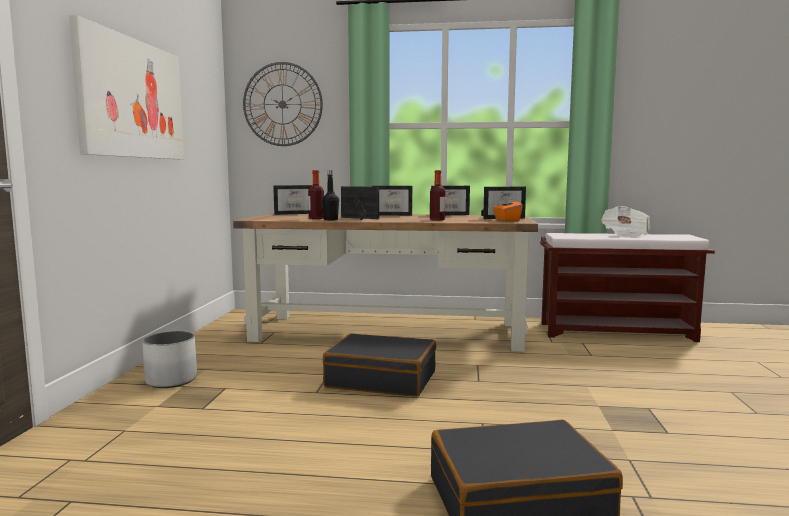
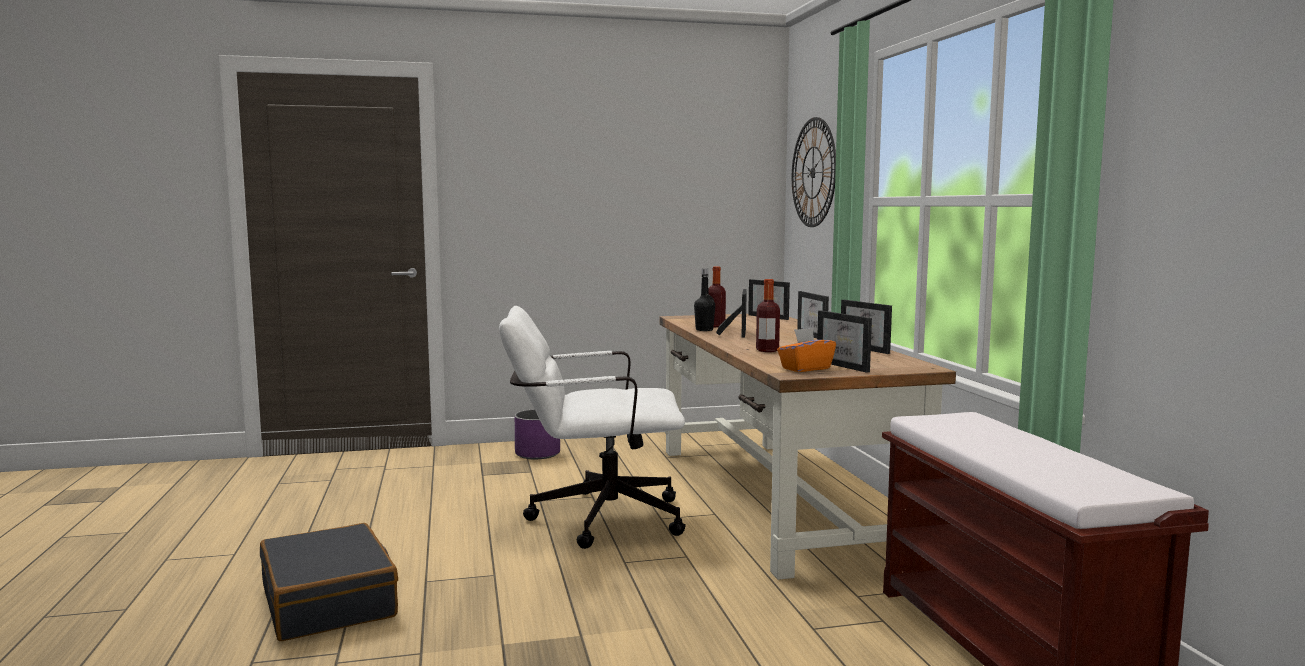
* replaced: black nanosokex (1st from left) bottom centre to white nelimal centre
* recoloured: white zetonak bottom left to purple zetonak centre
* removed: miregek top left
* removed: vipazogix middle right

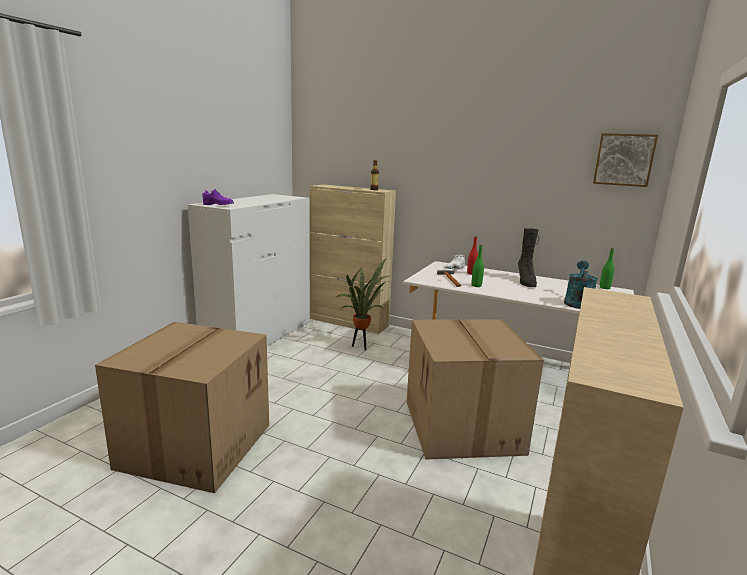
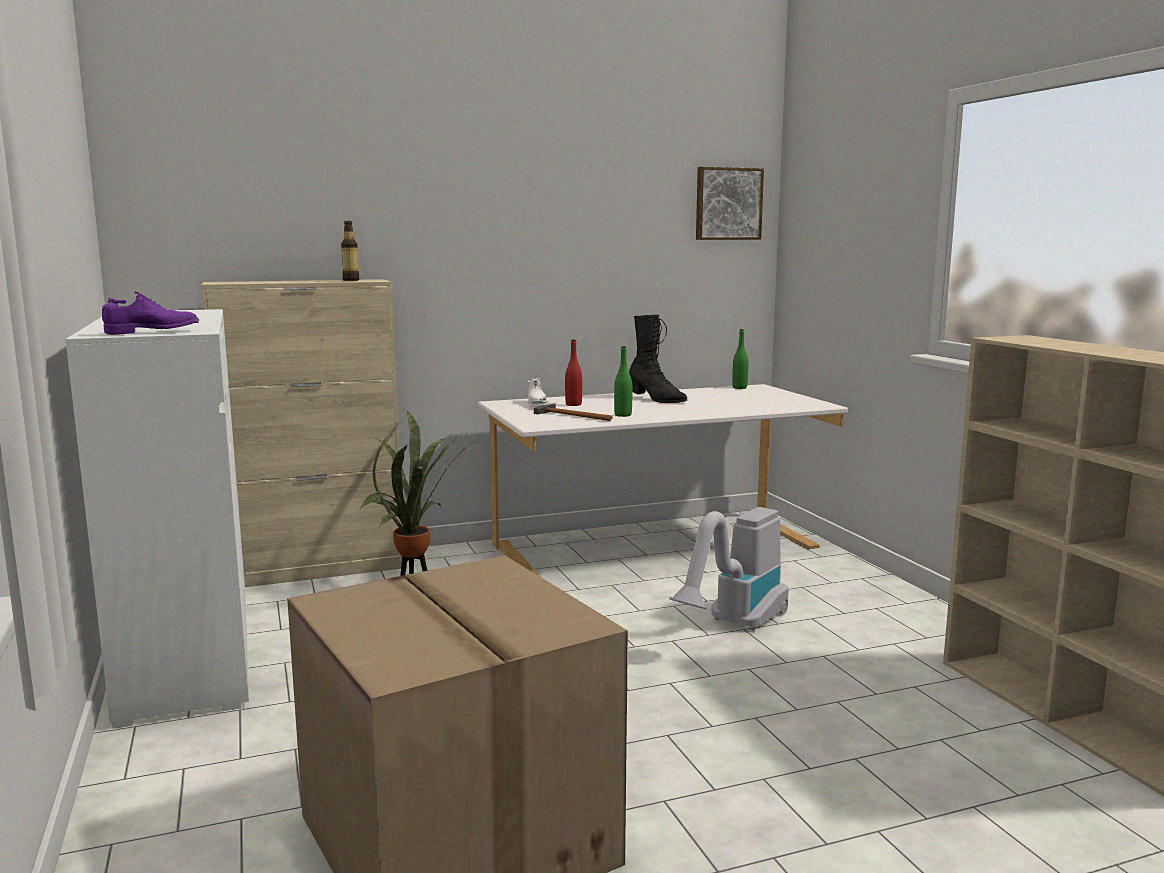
* replaced: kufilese (2nd from left) bottom centre to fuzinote centre
* removed: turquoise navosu middle right

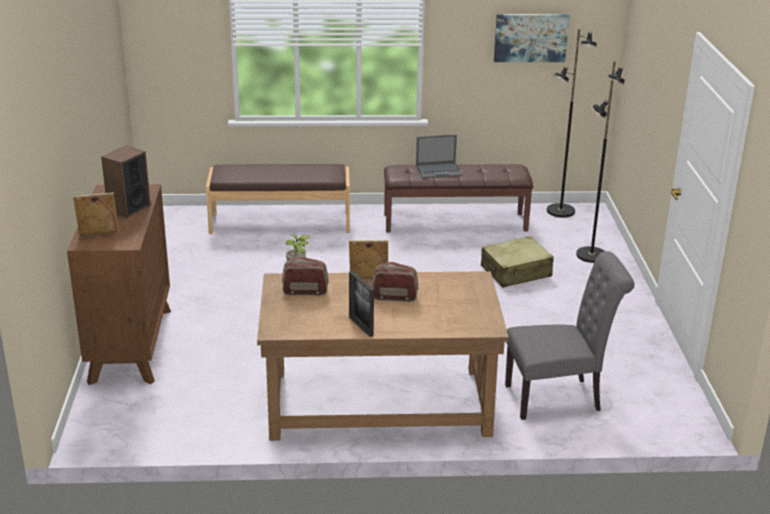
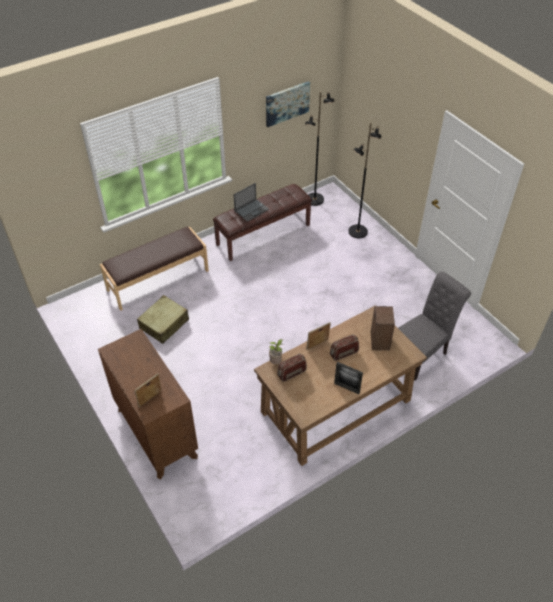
* moved: beige nanosokex middle right to middle left
* moved: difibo middle left to middle right

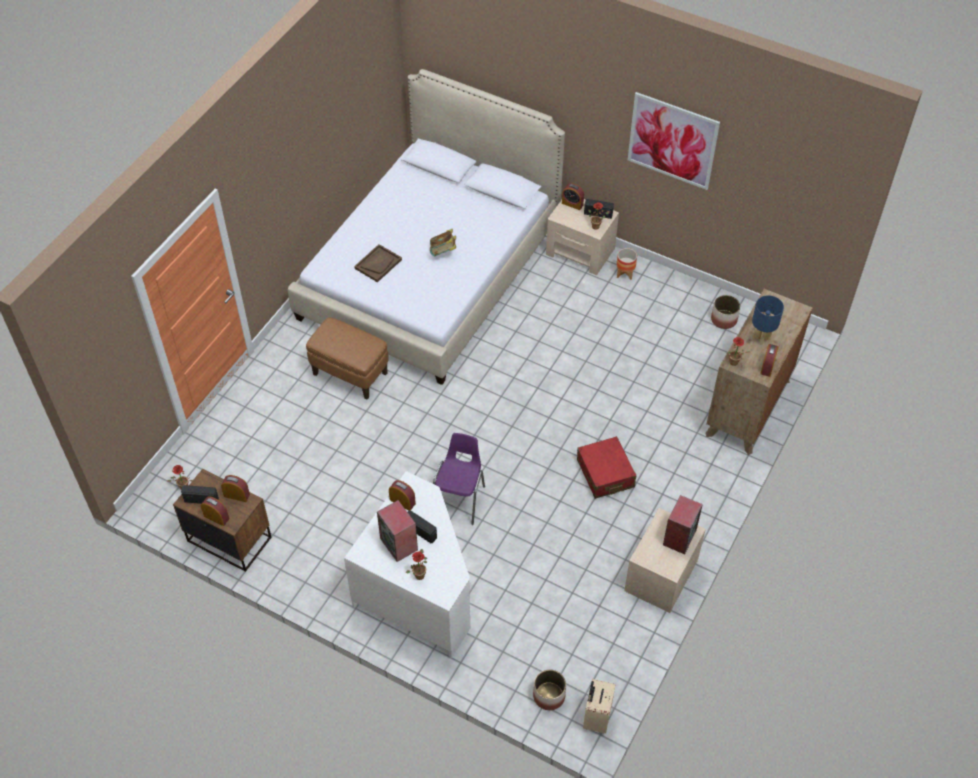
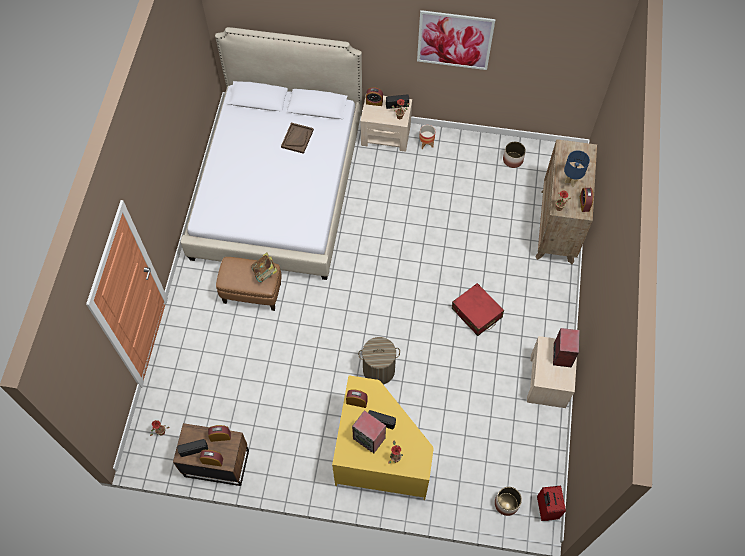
* moved: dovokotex top centre to centre
* moved: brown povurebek centre to top centre
* recoloured: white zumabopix bottom centre to yellow zumabopix bottom centre
* replaced: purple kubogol centre to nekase centre
* recoloured: beige nanosokex bottom centre to red nanosokex (2nd from left) bottom right

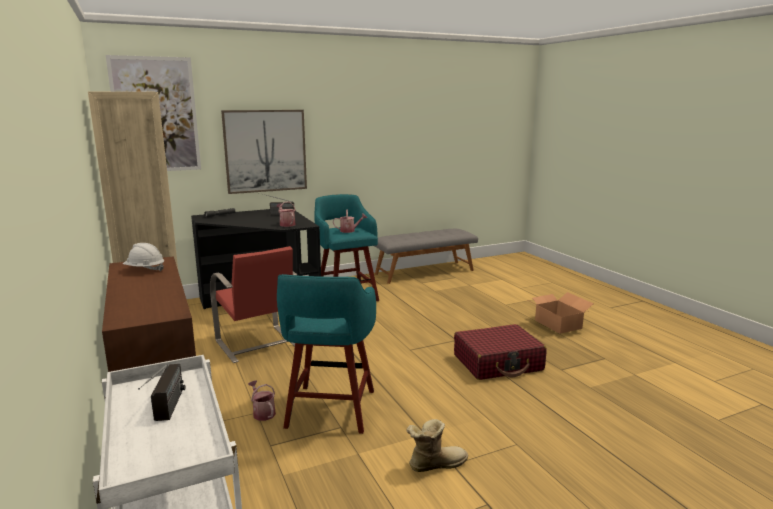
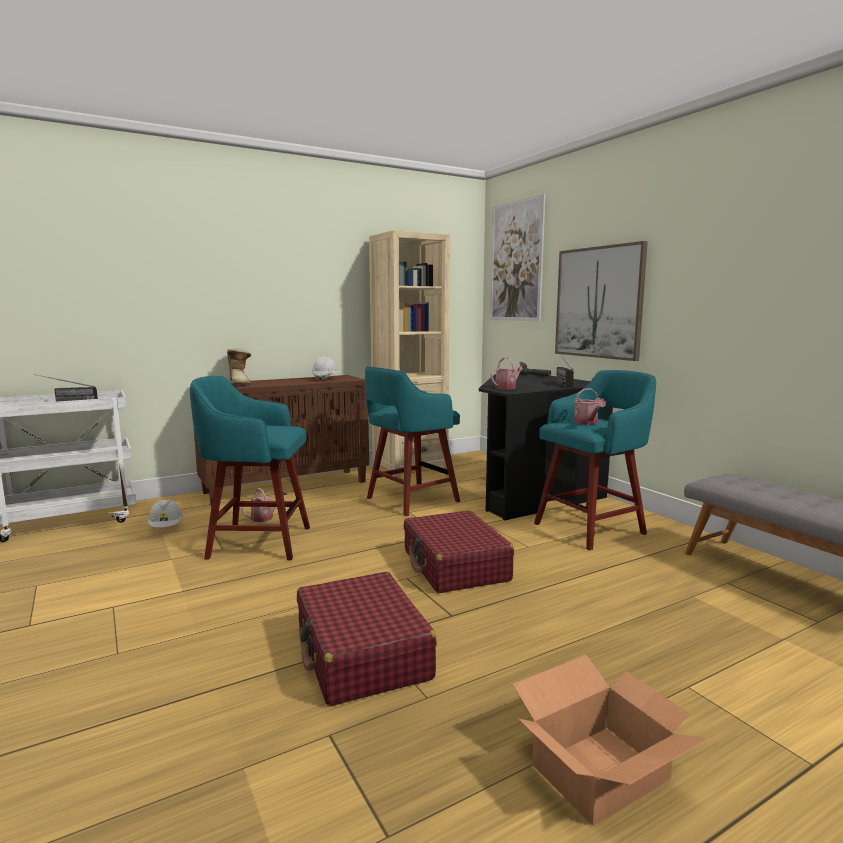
* added: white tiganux (1st from left) middle left
* moved: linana bottom centre to middle left
* replaced: red kubogol middle left to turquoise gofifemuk (2nd from left) centre
* added: red nanosokex (2nd from left) centre

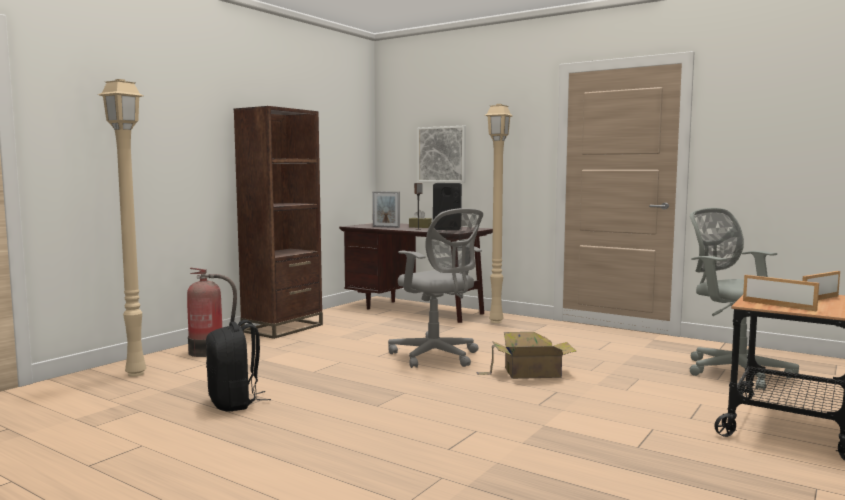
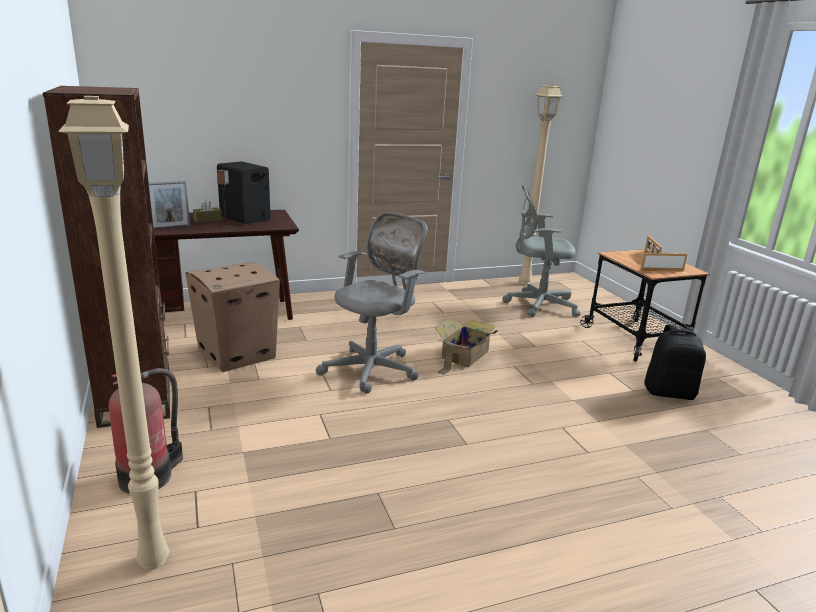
* added: kufilese (1st from left) middle left
* turned: grey nelimal (1st from left) centre = centre 45 degrees counterclockwise
* moved: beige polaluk (2nd from left) centre to top centre
* moved: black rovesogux bottom left to middle right
* removed: miregek top centre

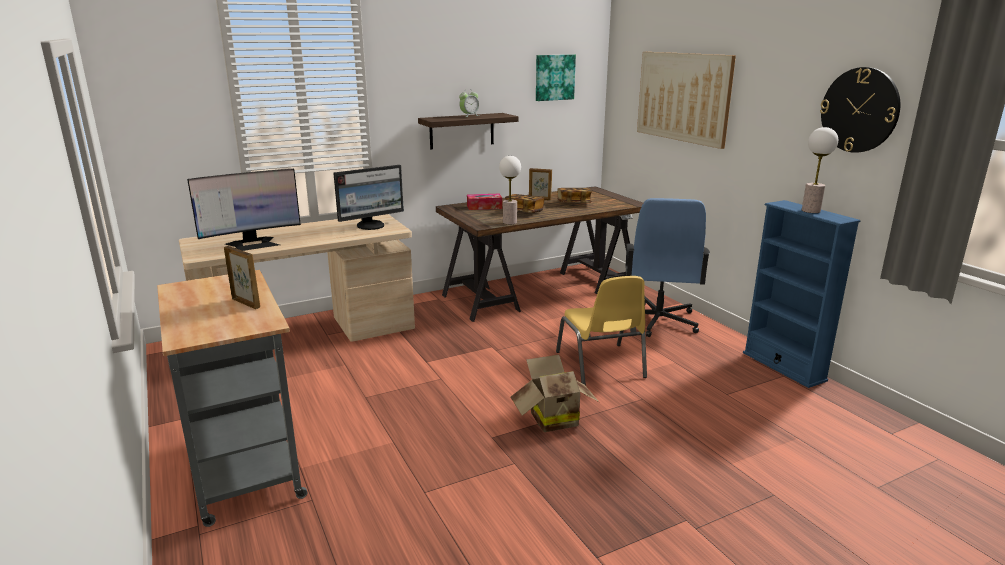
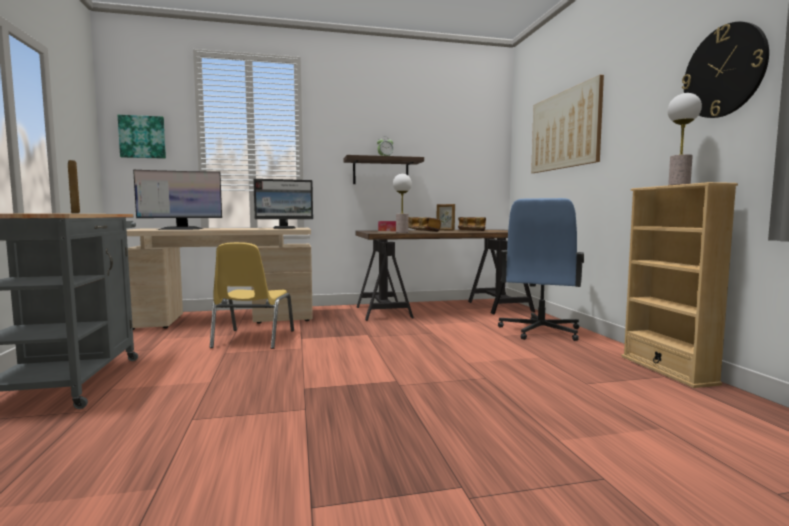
* moved: miregek (1st from left) top centre to top left
* moved: yellow kubogol centre to middle left
* recoloured: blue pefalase middle right to beige pefalase middle right
* removed: kufilese bottom centre

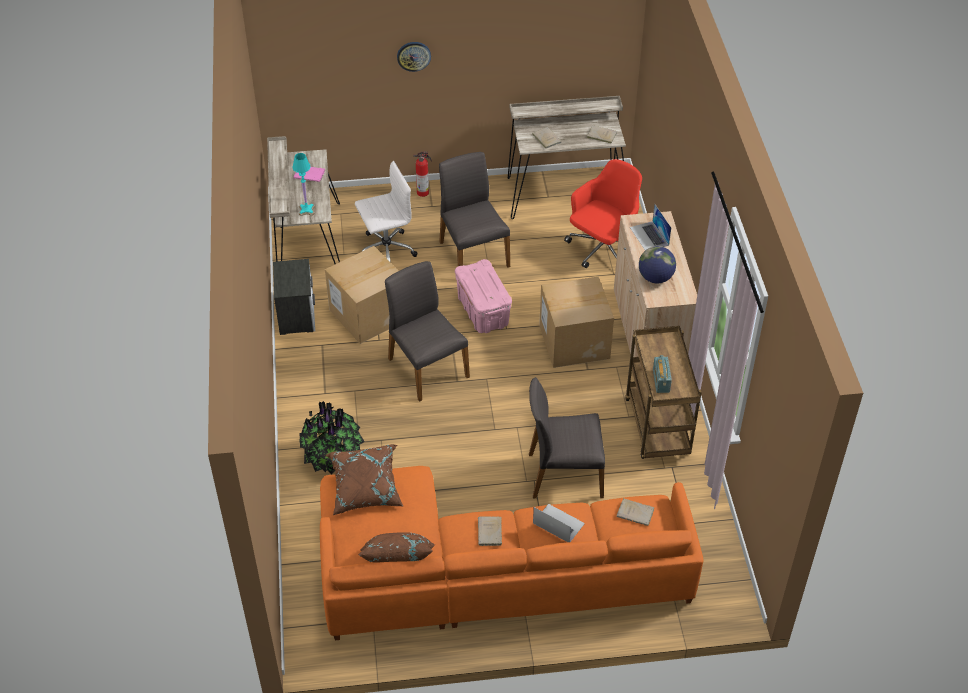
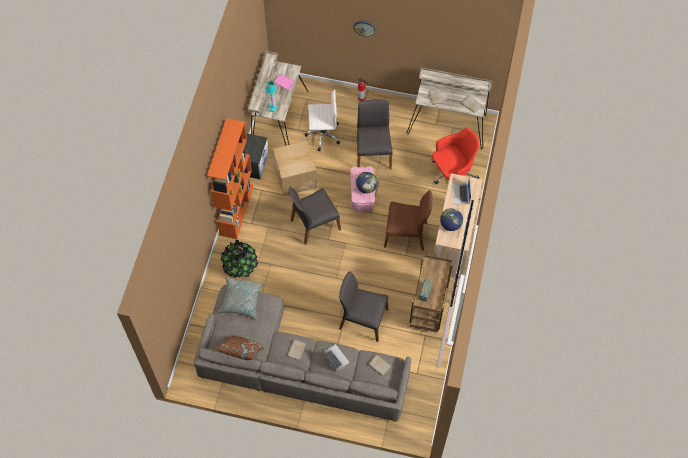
* recoloured: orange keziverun bottom centre to grey keziverun bottom centre
* added: orange pefalase centre
* recoloured: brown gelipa (1st from left) bottom centre to grey gelipa centre
* turned: grey kubogol (1st from left) centre = centre 105 degrees counterclockwise
* added: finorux (1st from left) centre
* replaced: kufilese (2nd from left) centre to brown kubogol centre

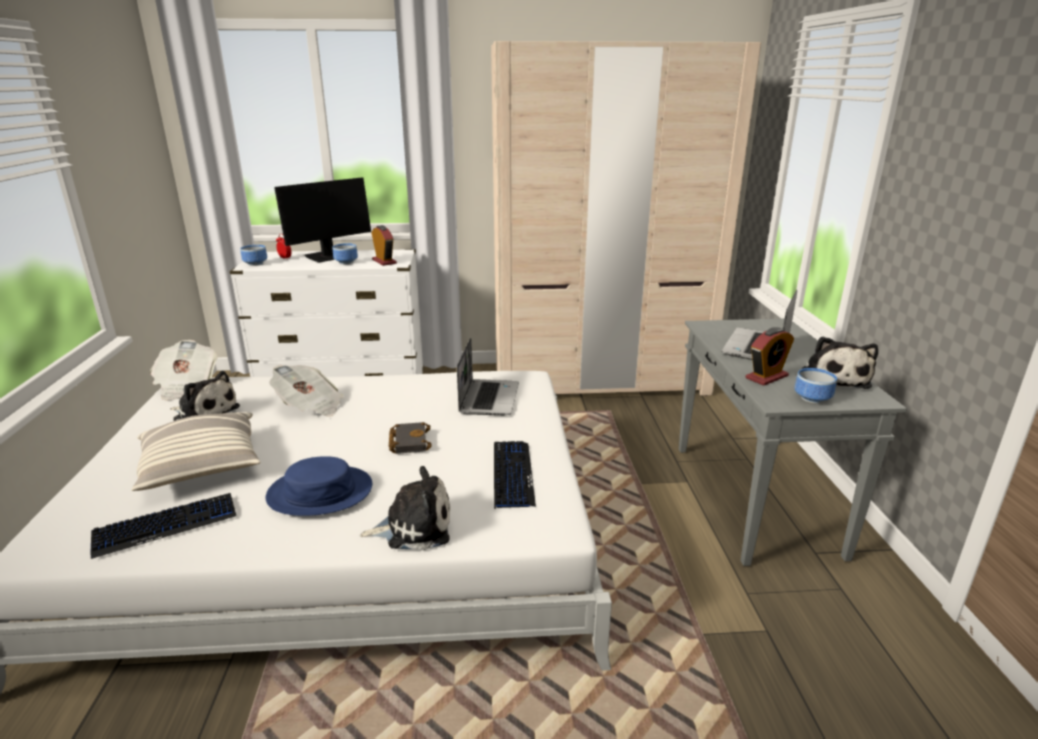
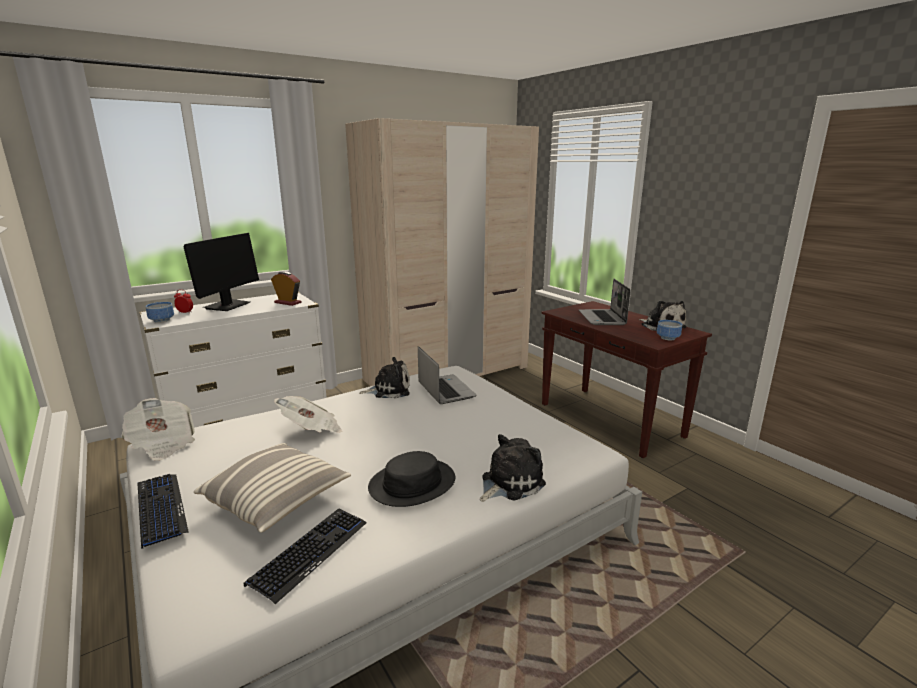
* moved: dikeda (2nd from left in the first image) centre to dikeda (1st from left) bottom left
* moved: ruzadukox (1st from left) middle left to centre
* recoloured: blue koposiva middle left to black koposiva bottom centre
* recoloured: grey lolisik middle right to brown lolisik middle right
* removed: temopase (2nd from left) middle left
* removed: black dovokotex centre
* removed: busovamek (3rd from left) middle right

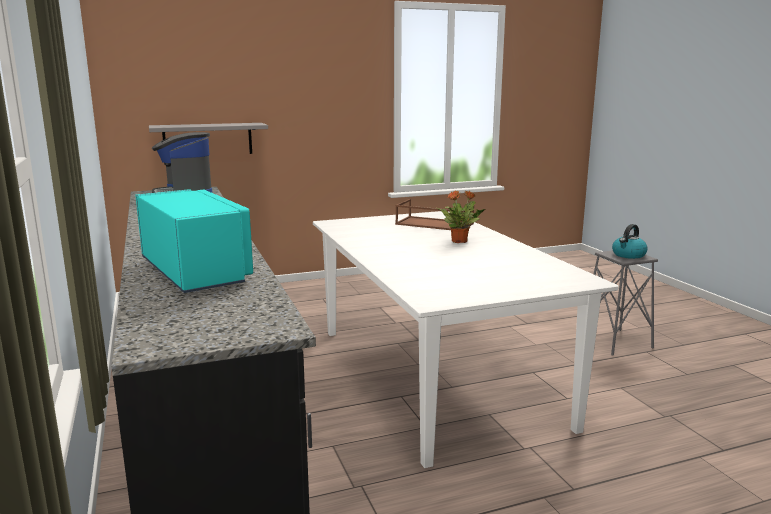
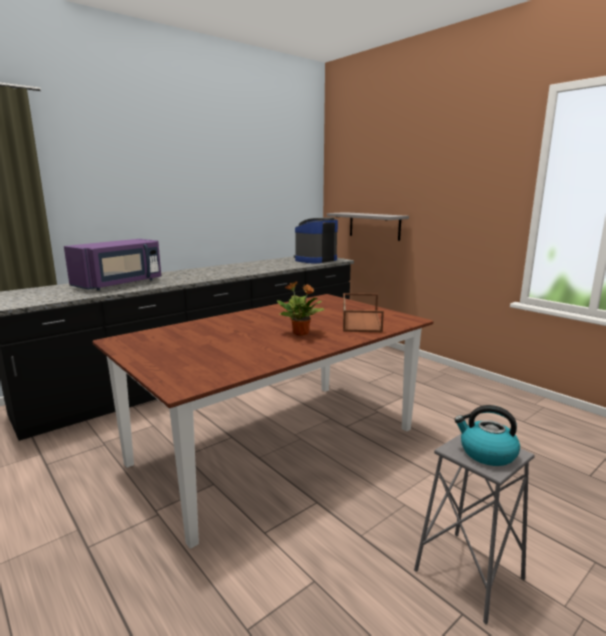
* recoloured: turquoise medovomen middle left to purple medovomen middle left
* recoloured: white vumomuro centre to brown vumomuro centre

